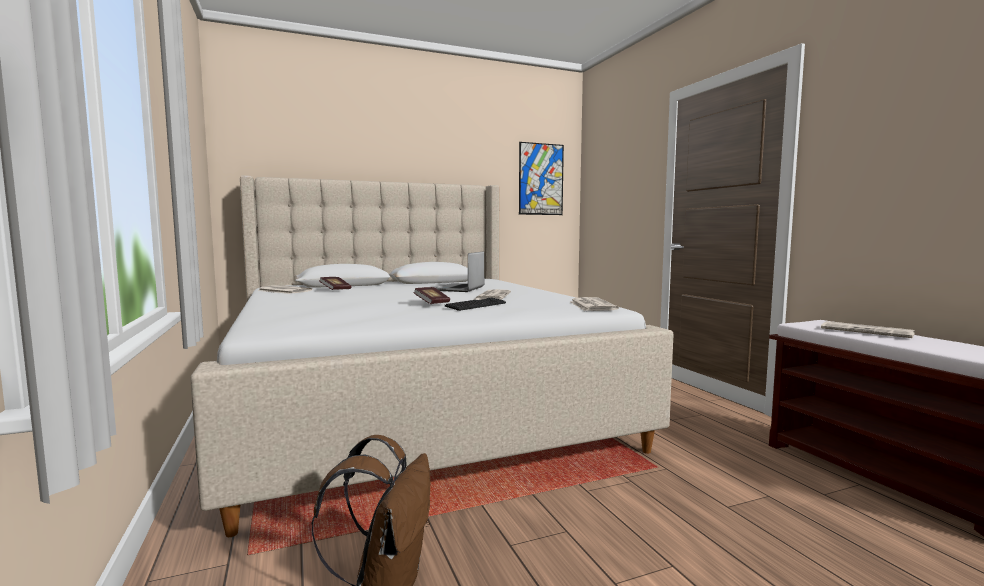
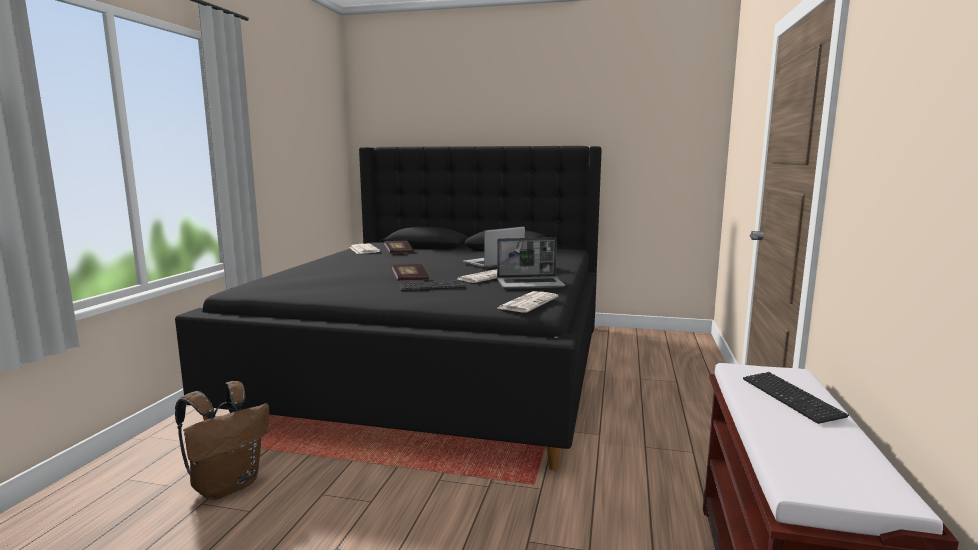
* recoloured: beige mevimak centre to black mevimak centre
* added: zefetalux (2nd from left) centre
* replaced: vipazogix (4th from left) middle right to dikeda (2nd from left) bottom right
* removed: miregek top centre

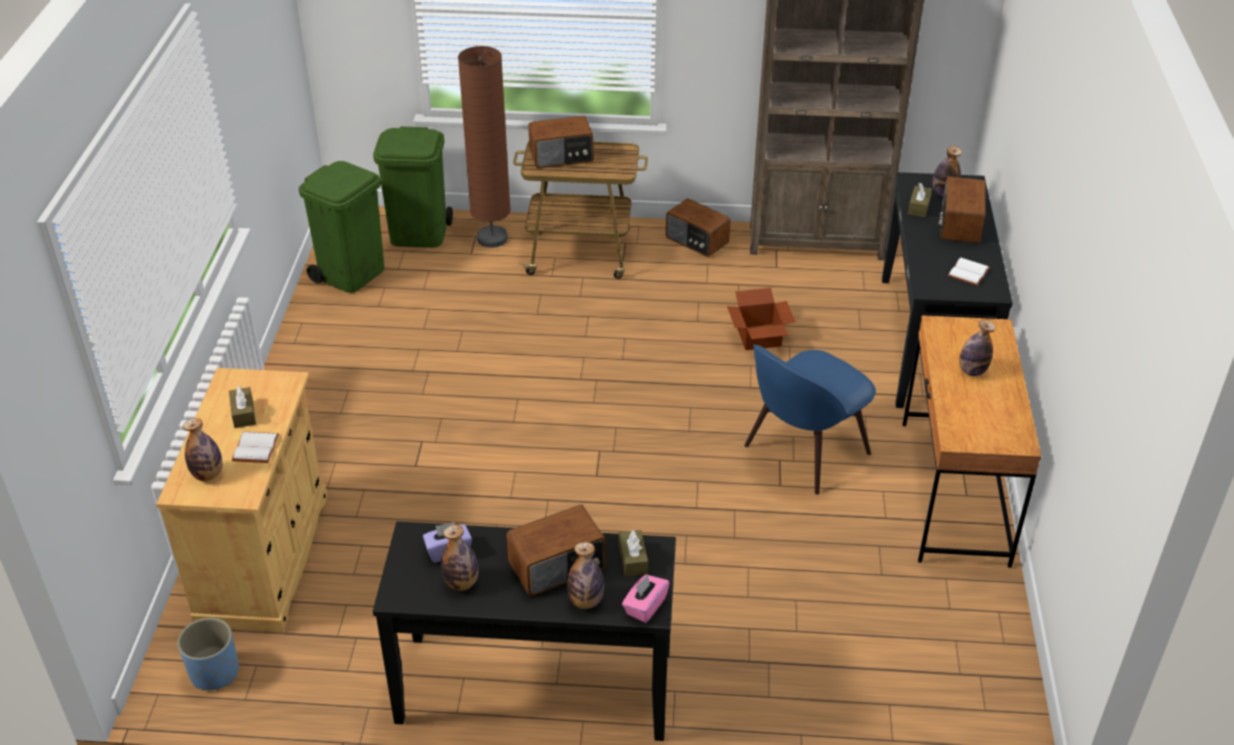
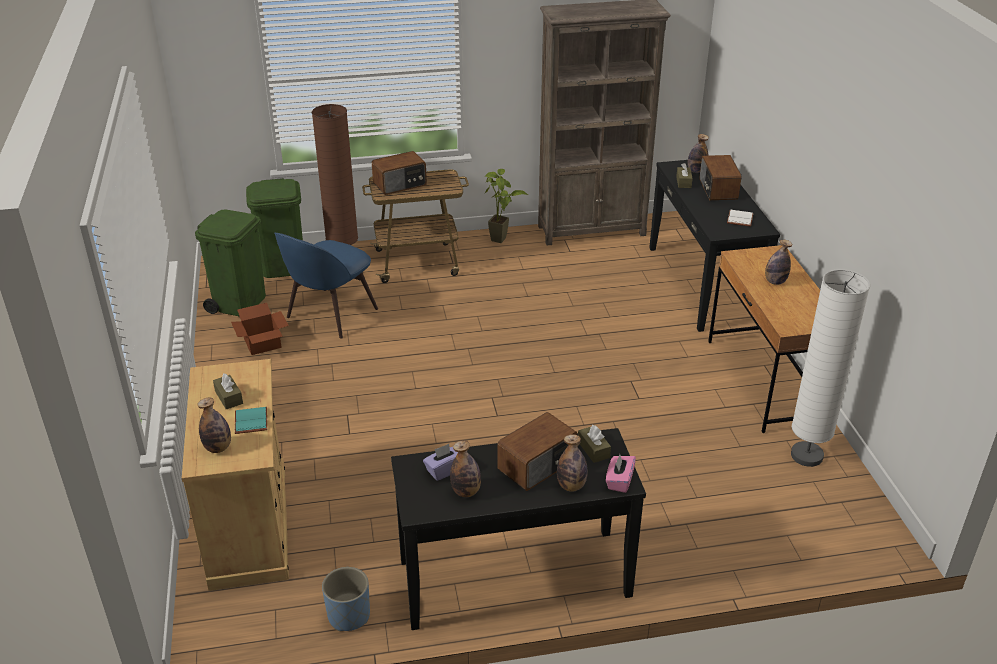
* moved: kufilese centre to middle left
* recoloured: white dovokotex (1st from left) middle left to turquoise dovokotex middle left
* moved: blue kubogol centre to middle left
* moved: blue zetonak bottom left to bottom centre
* replaced: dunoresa (3rd from left) top centre to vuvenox top centre
* added: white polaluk middle right

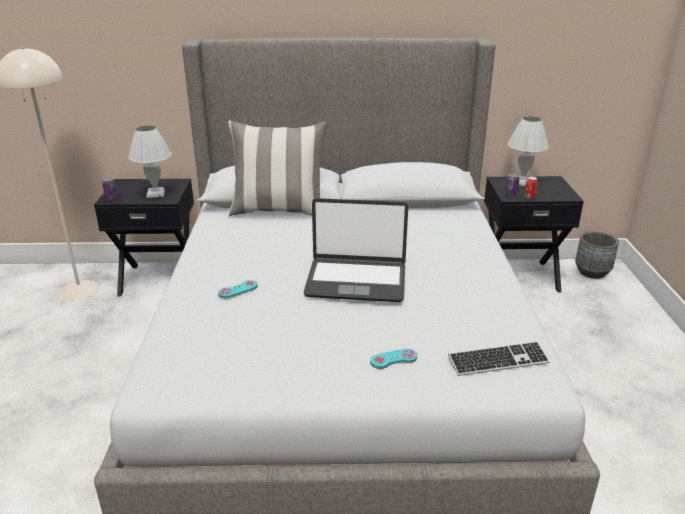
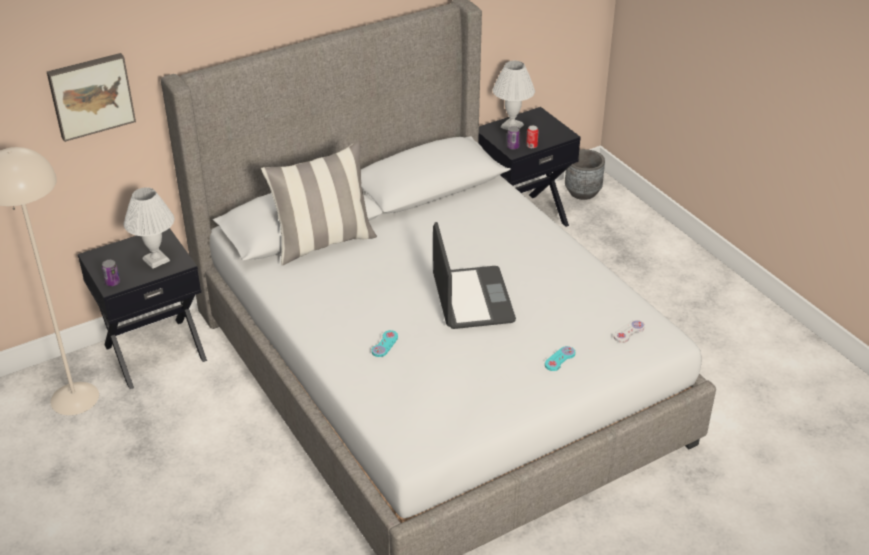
* added: miregek top left
* turned: zefetalux centre = centre 75 degrees counterclockwise
* replaced: dikeda bottom right to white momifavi middle right

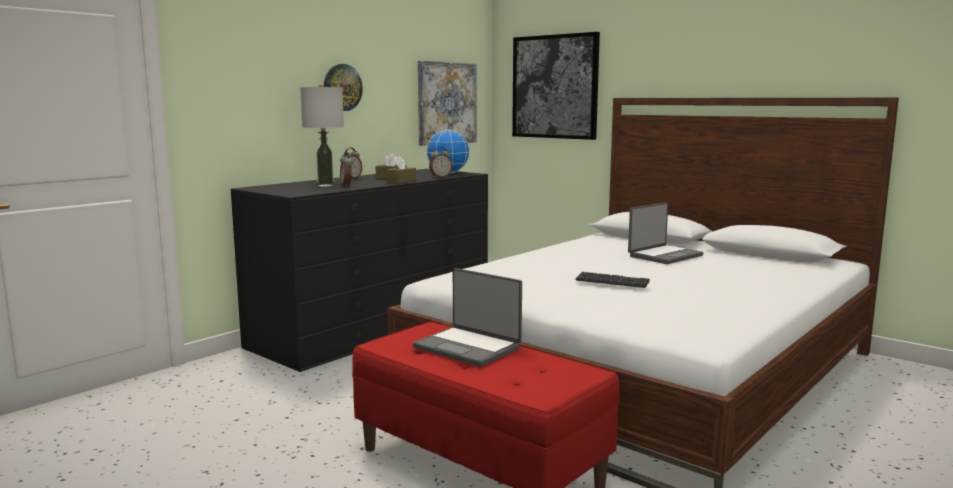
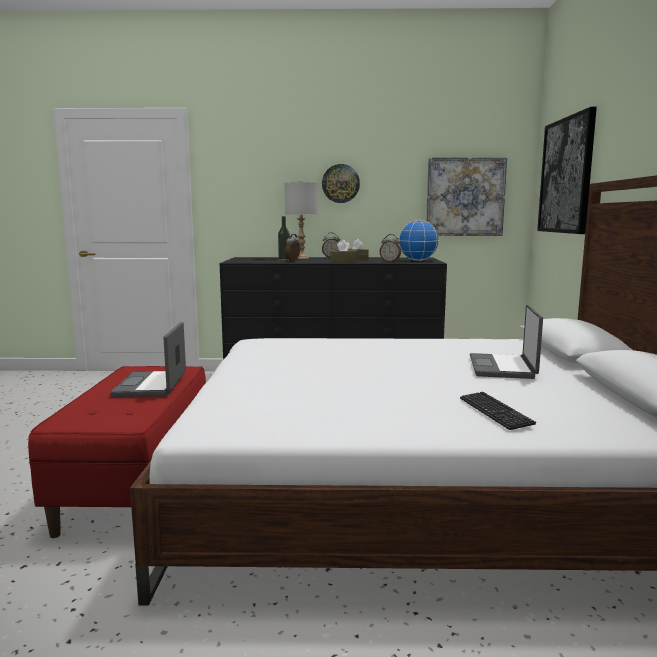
* moved: dikeda centre to middle right
* turned: zefetalux (2nd from left) middle right = middle right 90 degrees clockwise

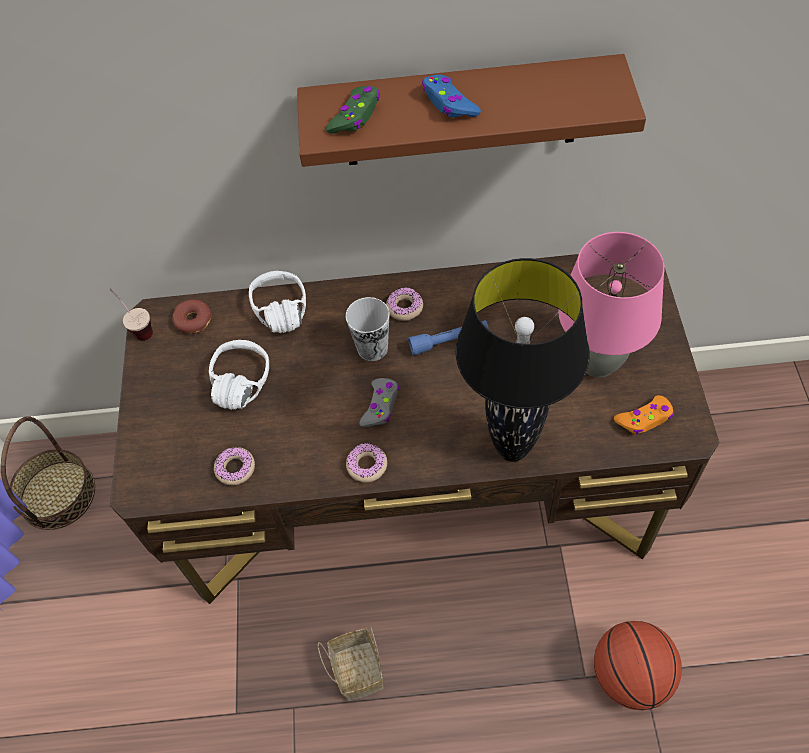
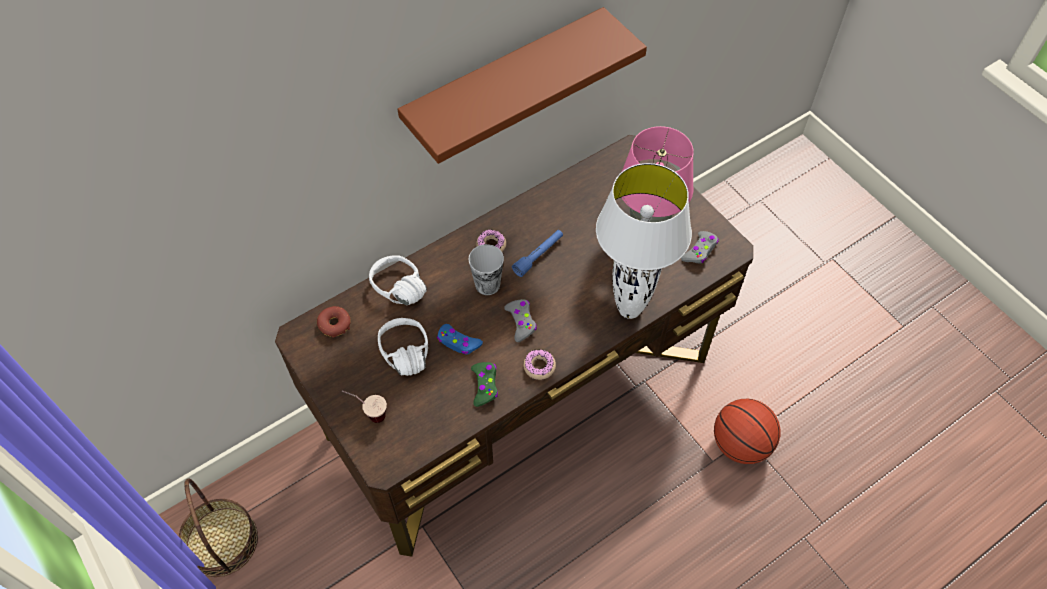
* moved: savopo (1st from left) middle left to bottom centre
* moved: blue momifavi top centre to centre
* moved: green momifavi top centre to centre
* recoloured: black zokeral centre to white zokeral centre
* recoloured: orange momifavi middle right to grey momifavi (2nd from left) middle right
* removed: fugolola (2nd from left) middle left
* removed: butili (2nd from left) bottom centre

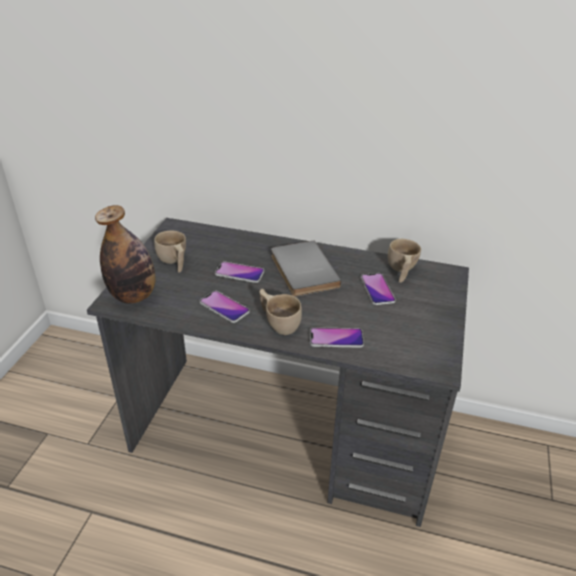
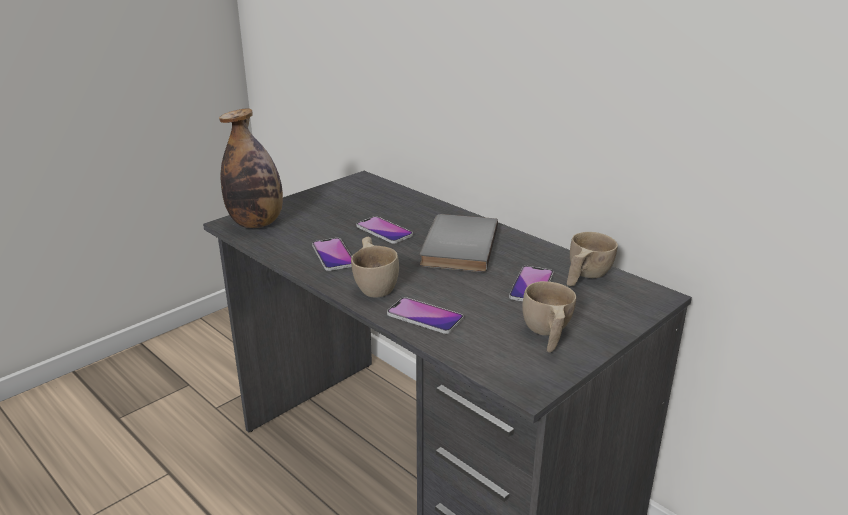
* moved: beige savopo (1st from left in the first image) middle left to beige savopo (2nd from left) centre

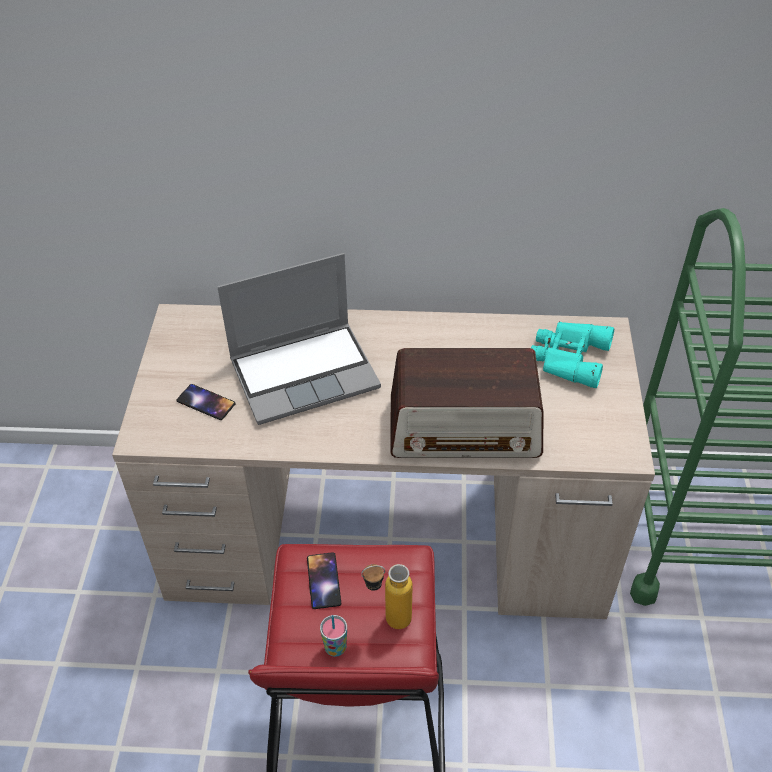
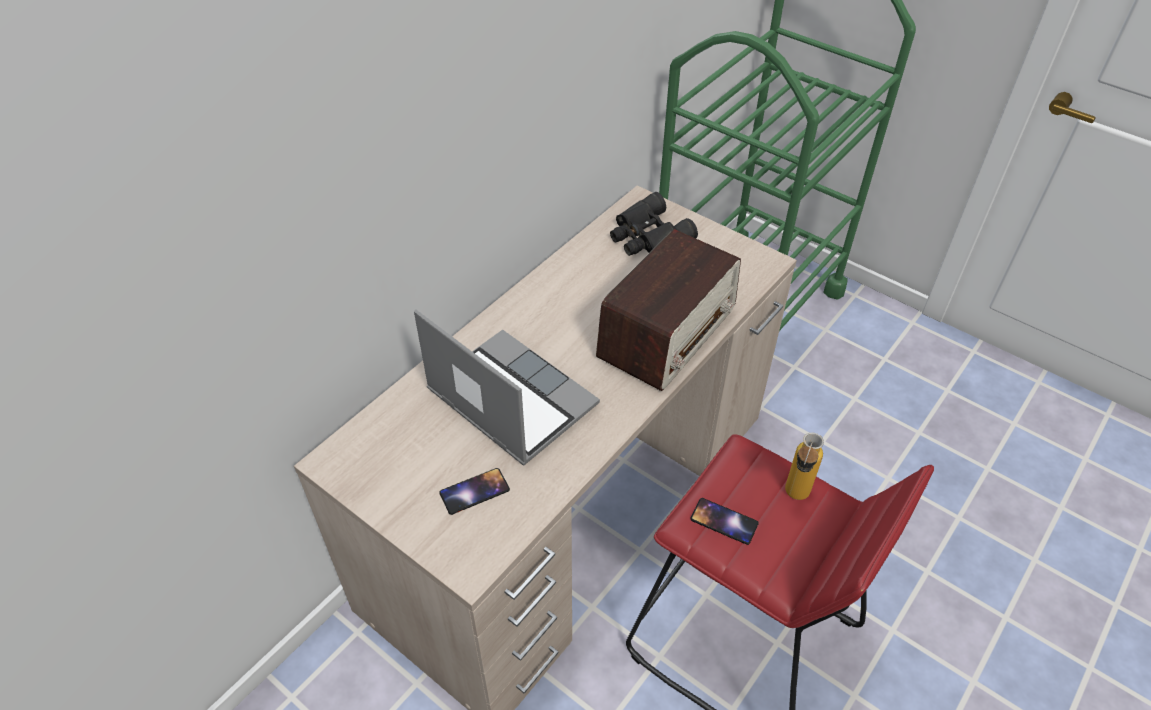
* turned: zefetalux centre = centre 60 degrees counterclockwise
* recoloured: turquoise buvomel middle right to black buvomel top centre
* removed: savopo bottom centre

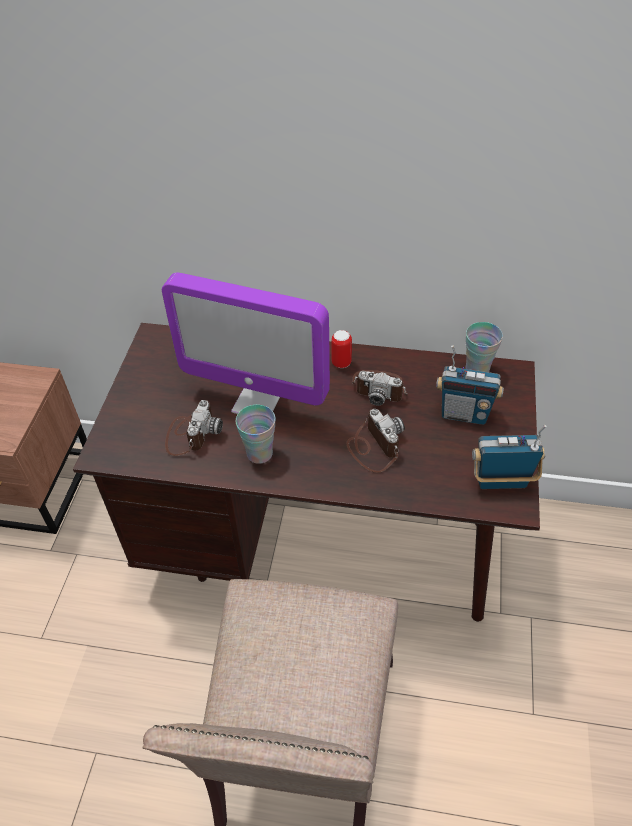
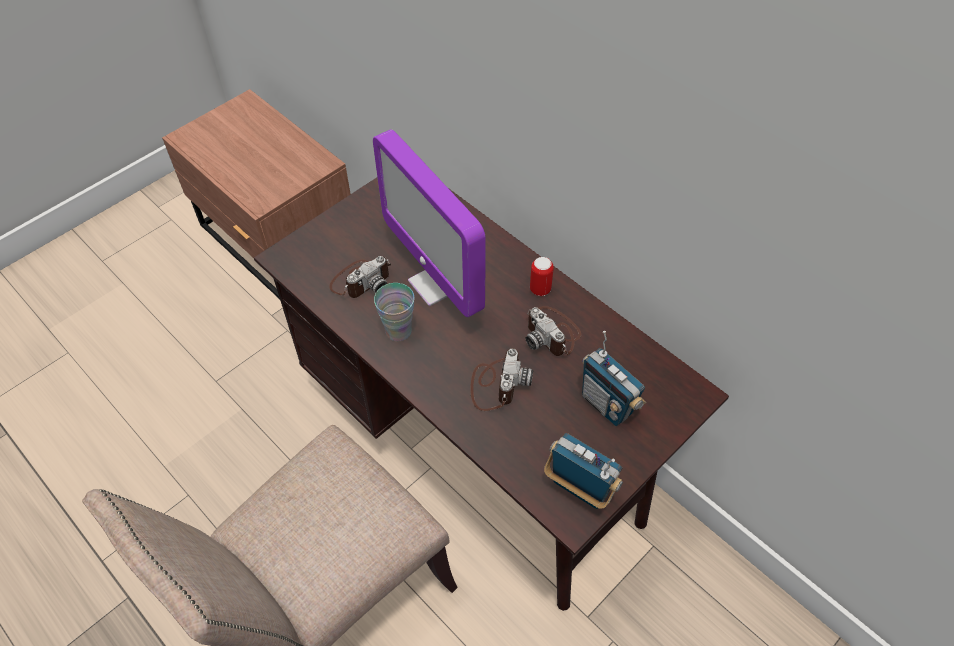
* removed: savopo (2nd from left) middle right

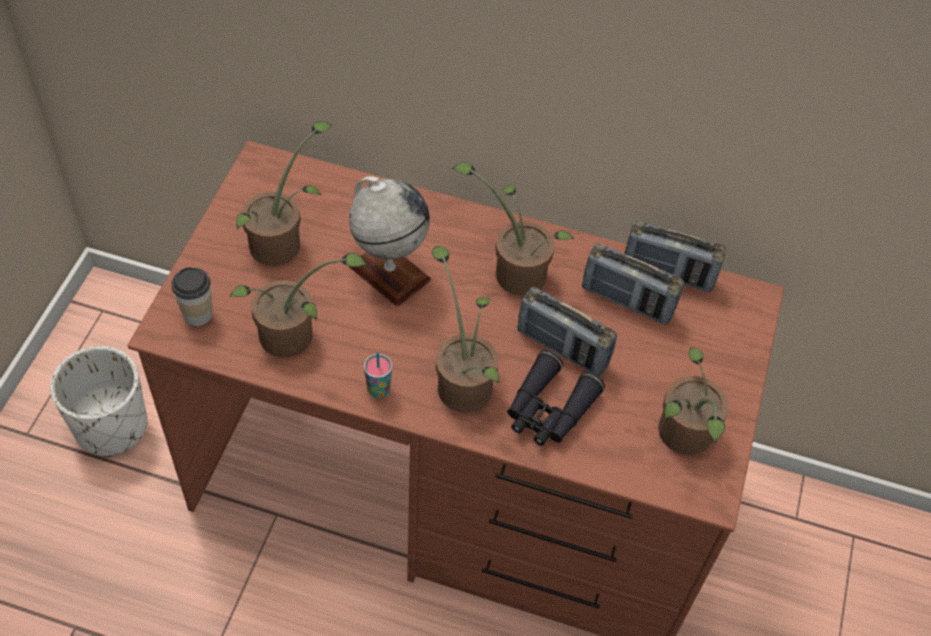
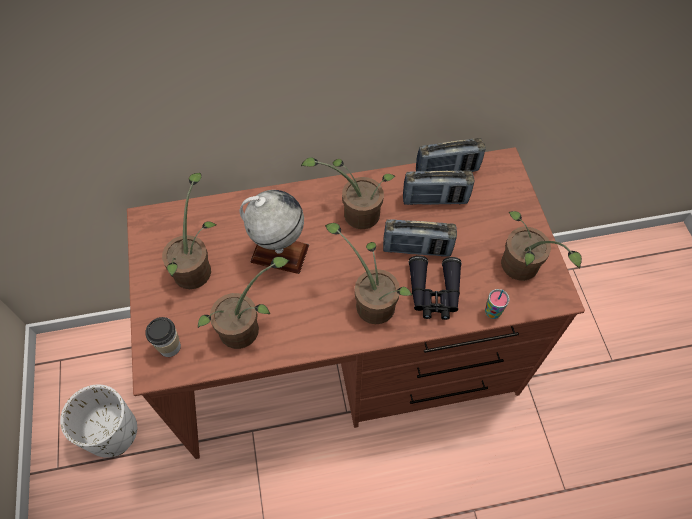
* moved: savopo (2nd from left) centre to middle right

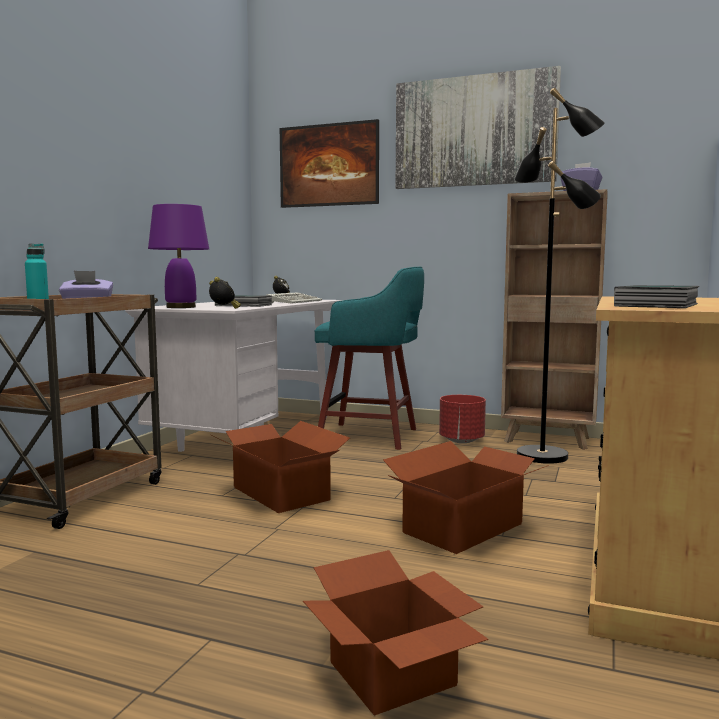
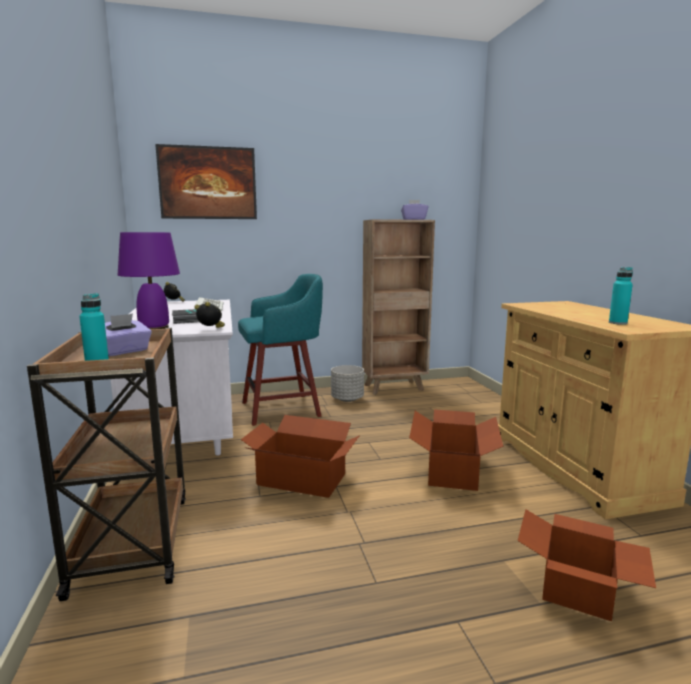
* recoloured: red zetonak centre to grey zetonak centre
* replaced: dovokotex (2nd from left) middle right to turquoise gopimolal (2nd from left) middle right
* removed: miregek (2nd from left) top centre
* removed: black polaluk middle right

